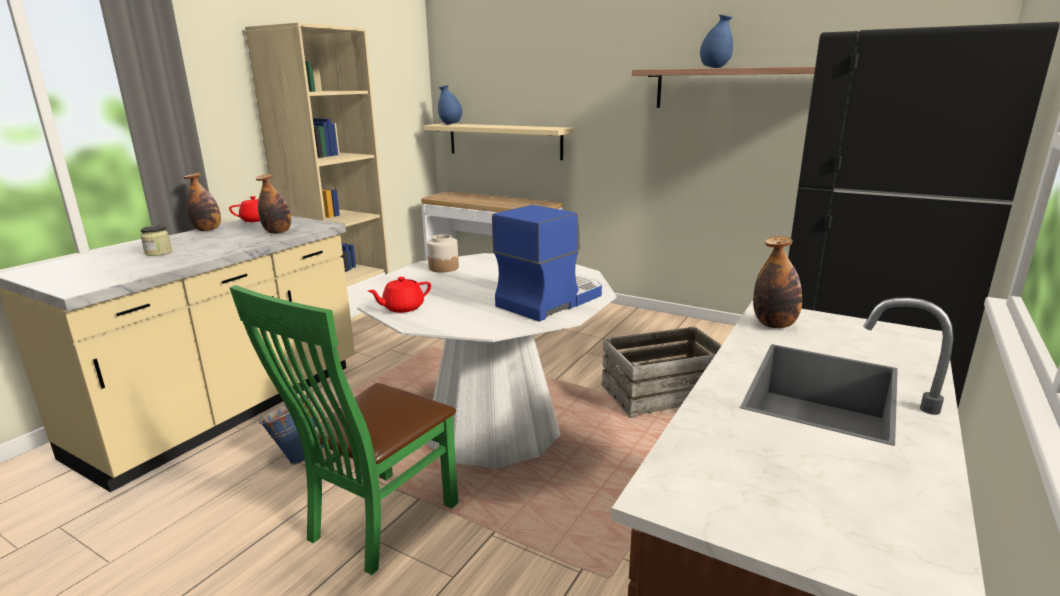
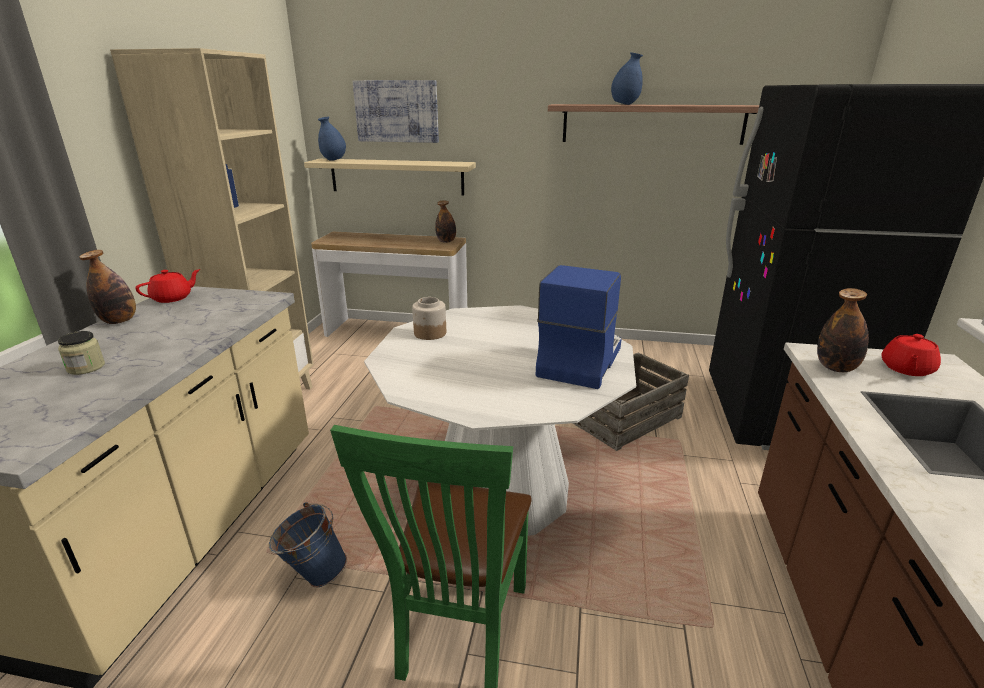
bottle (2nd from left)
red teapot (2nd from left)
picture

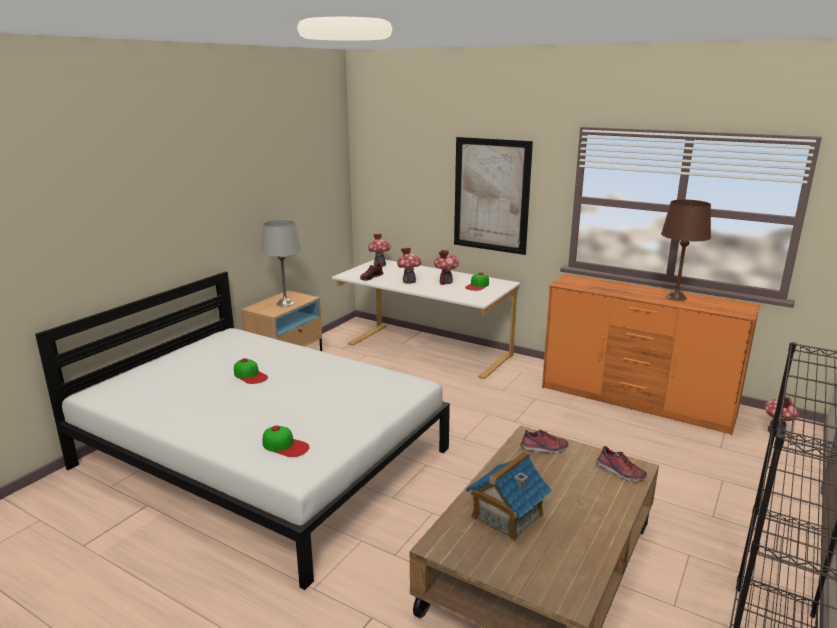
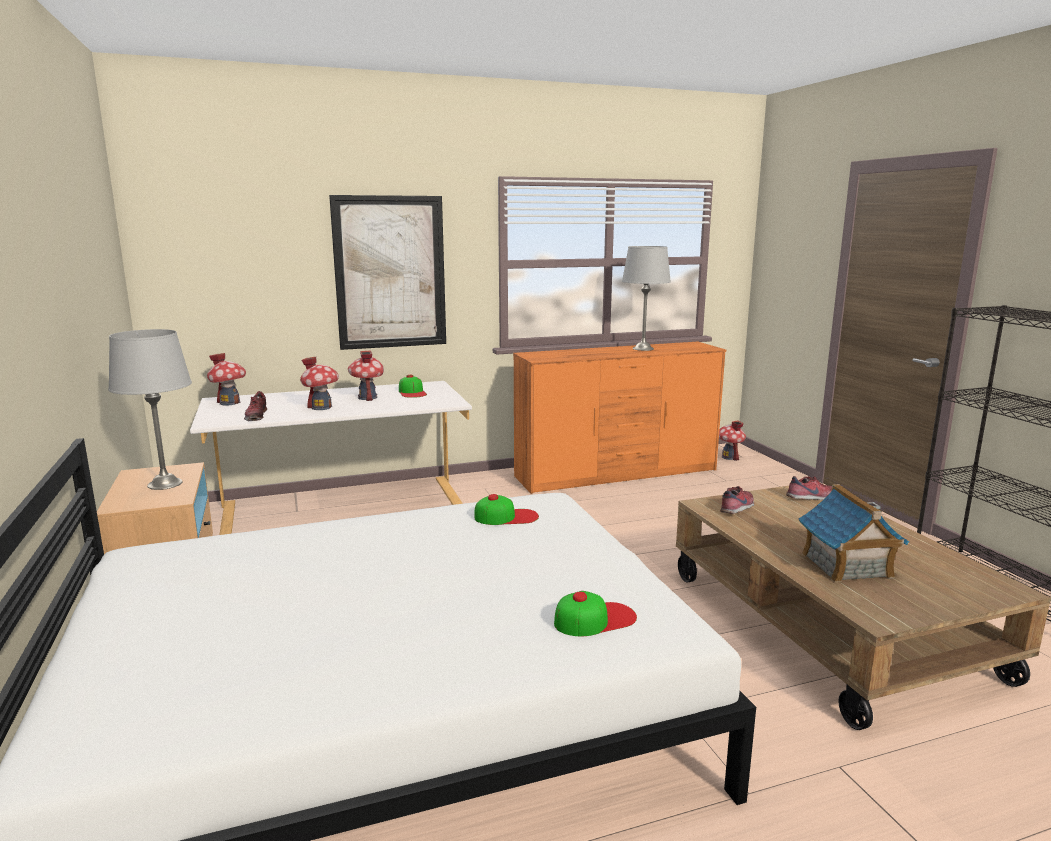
grey table lamp (2nd from left)
cap (2nd from left)

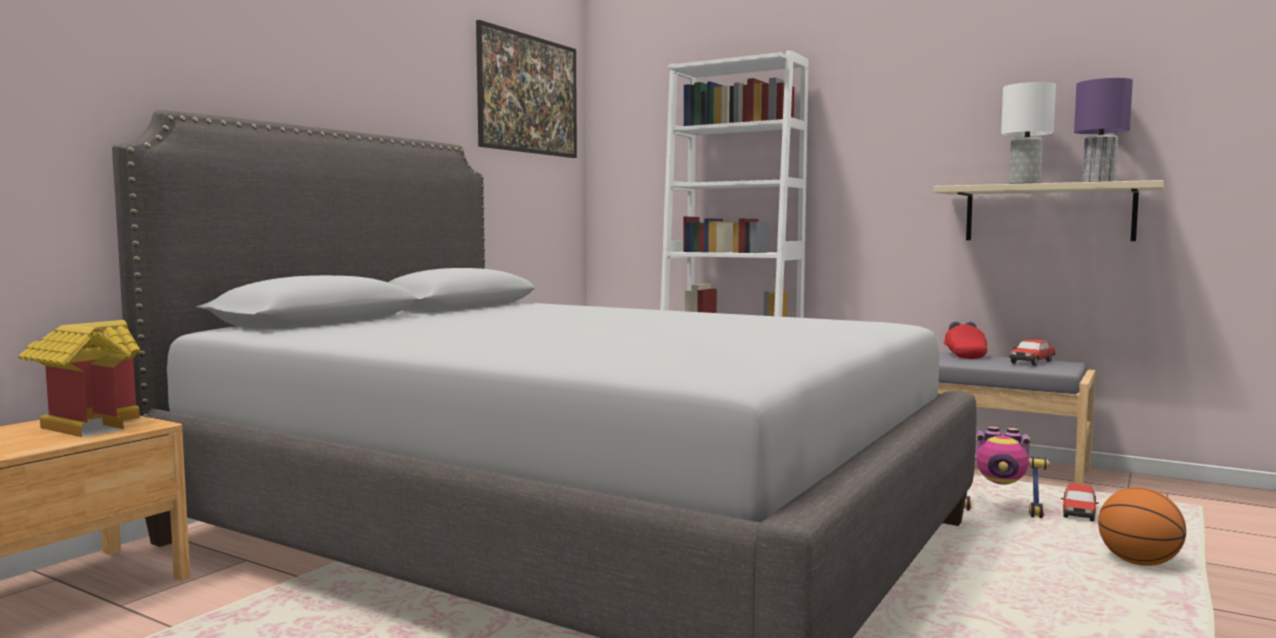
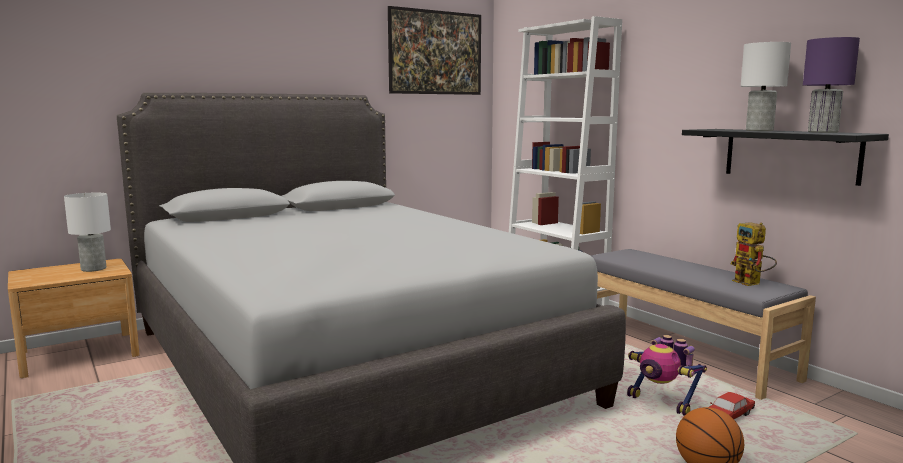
black shelf
white table lamp (1st from left)
red cap
toy robot (2nd from left)

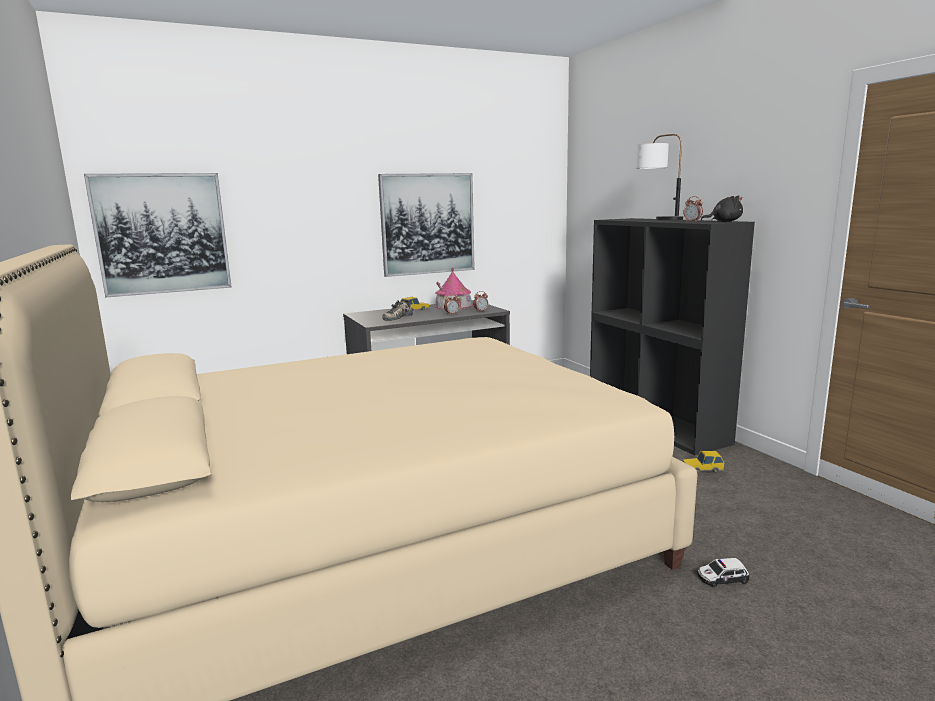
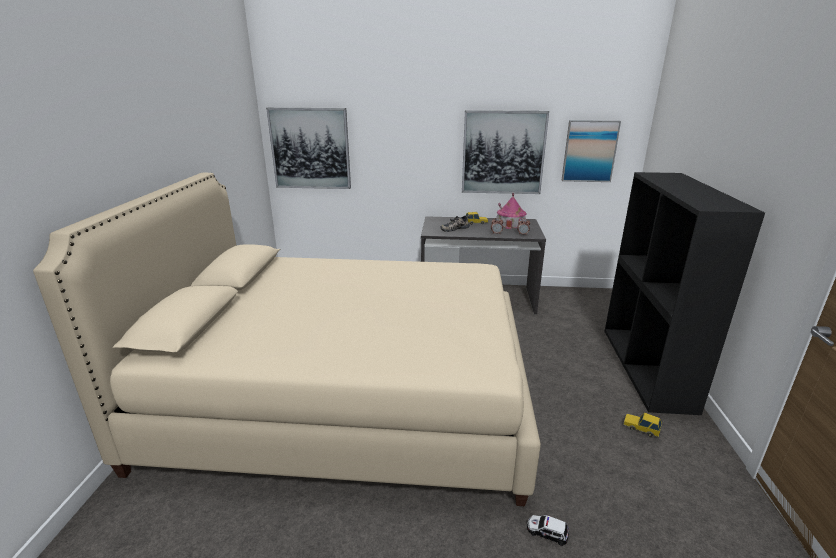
table lamp
black plush toy
alarm clock (3rd from left in the first image)
picture (3rd from left)

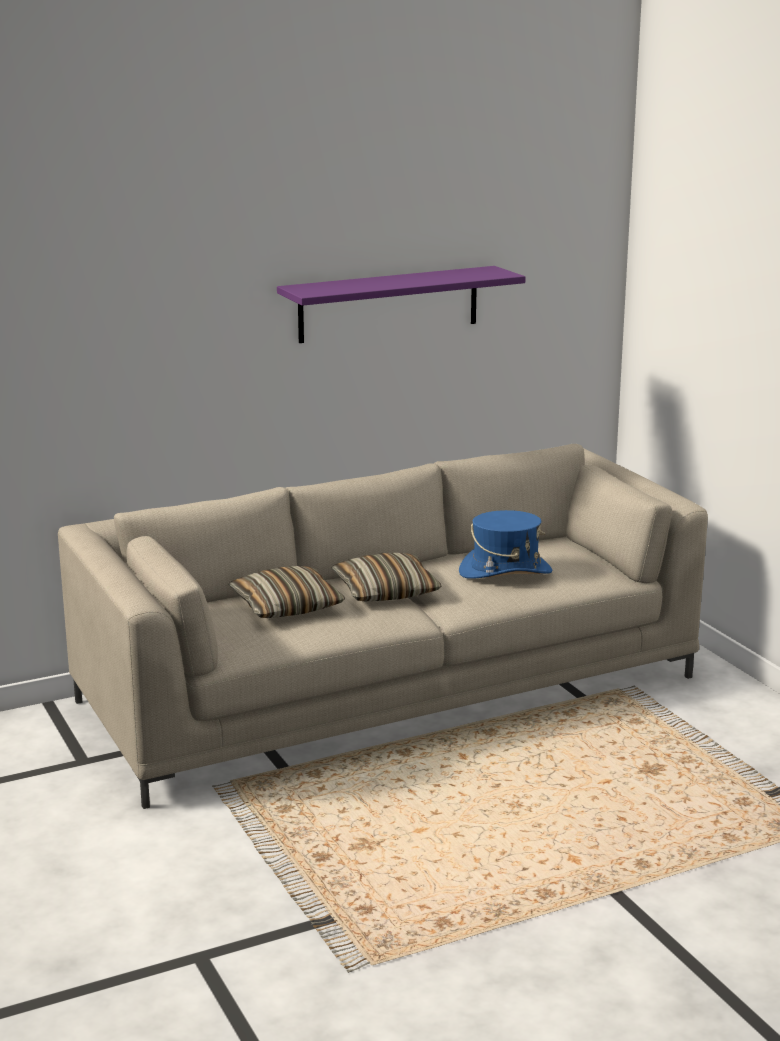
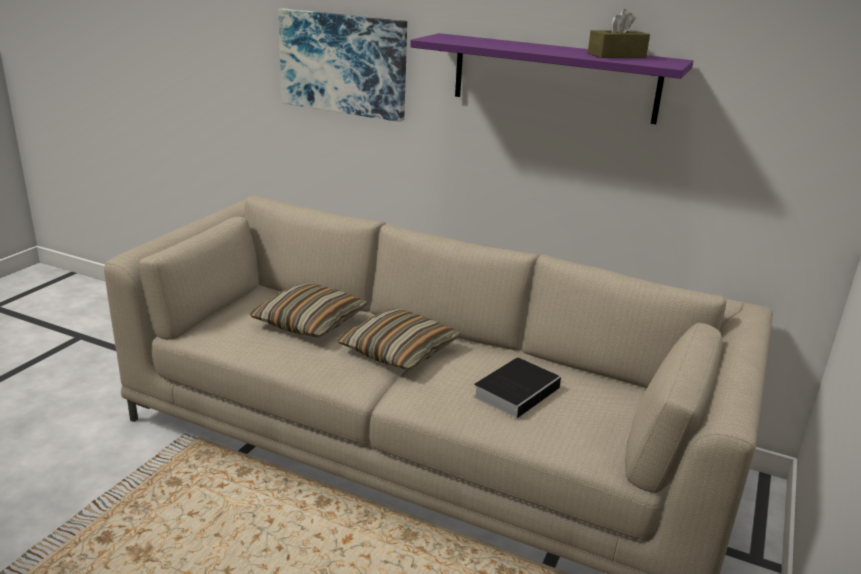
book
picture
brown tissue box

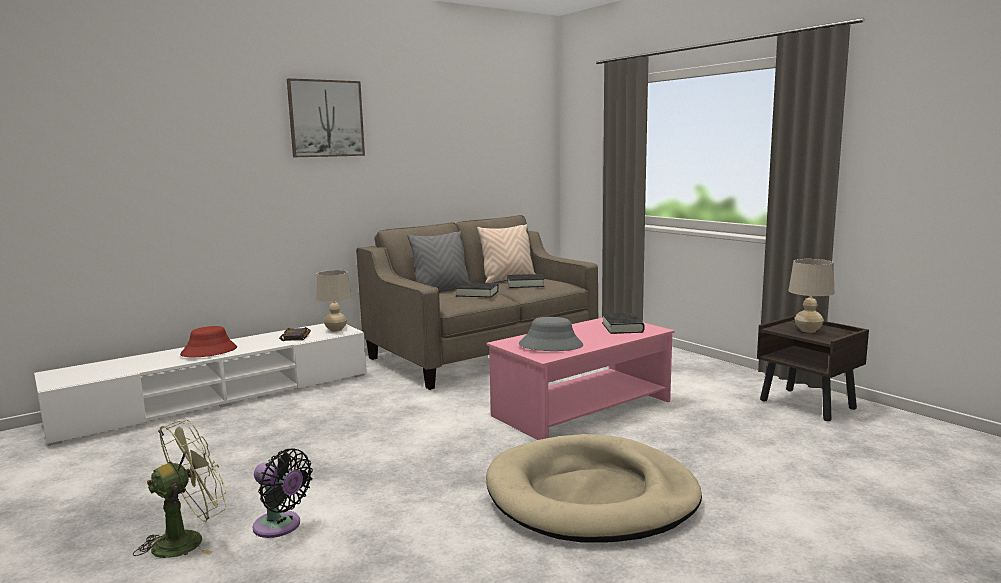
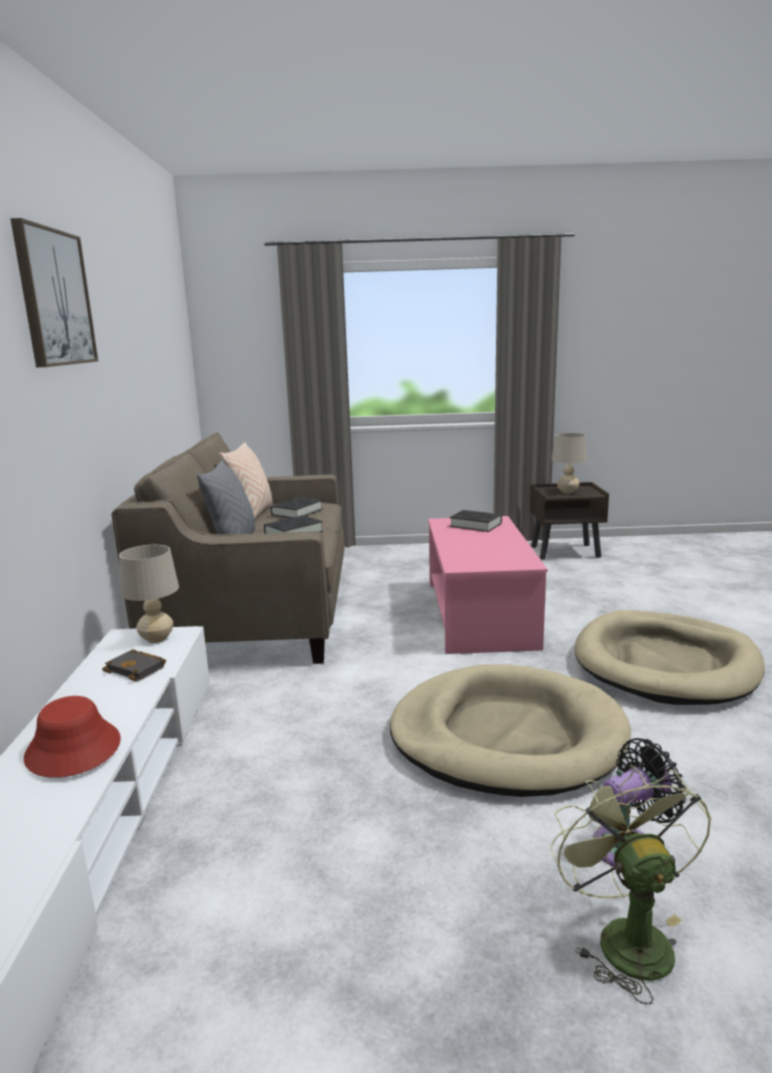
grey hat
beige dog bed (1st from left)

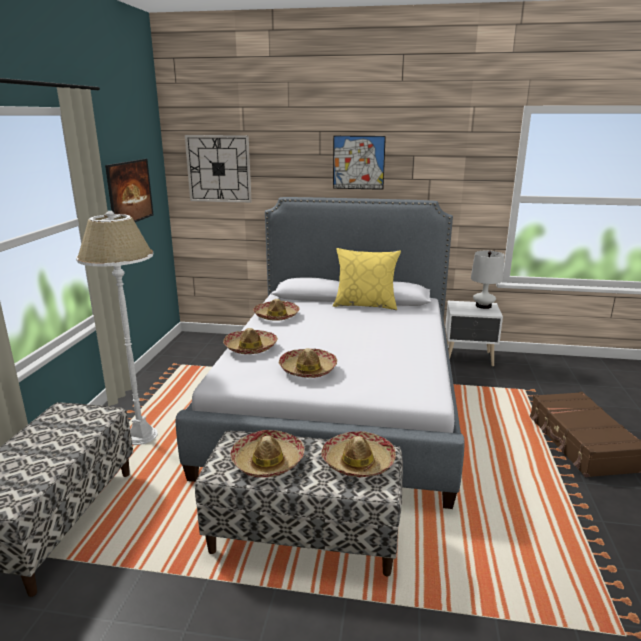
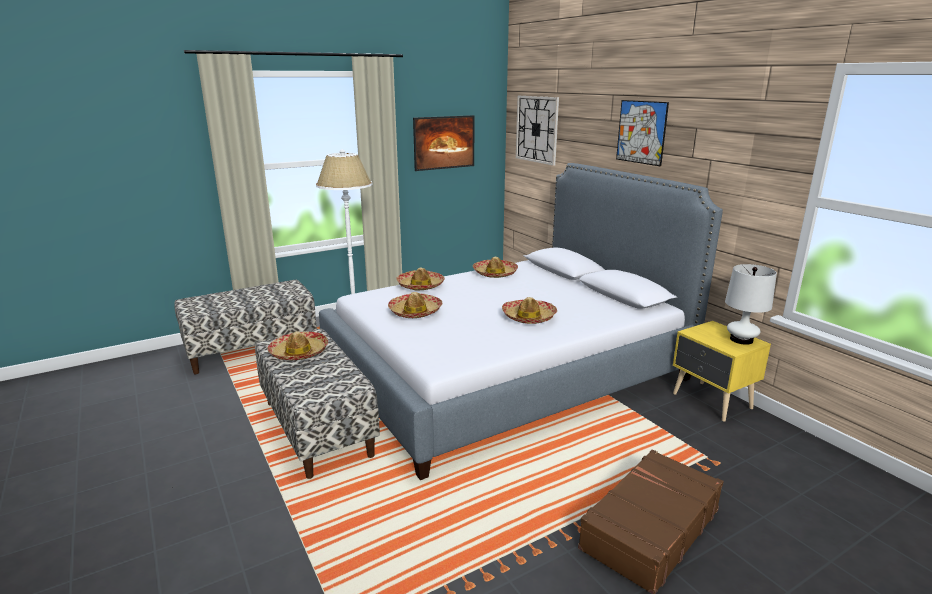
yellow pillow
yellow nightstand
hat (5th from left)

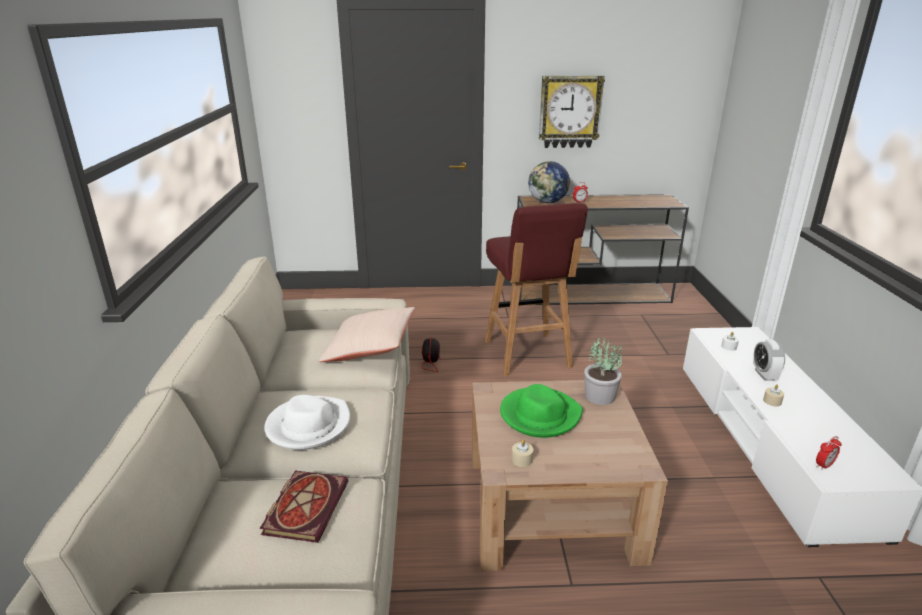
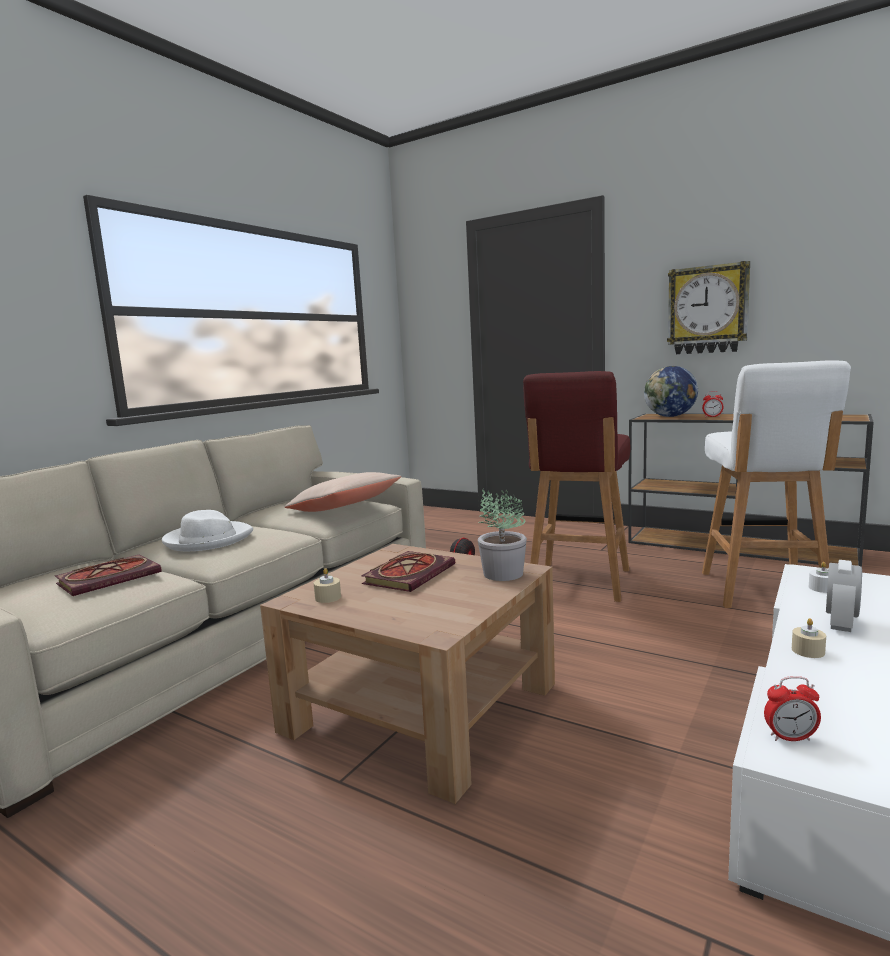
book (2nd from left)
white stool

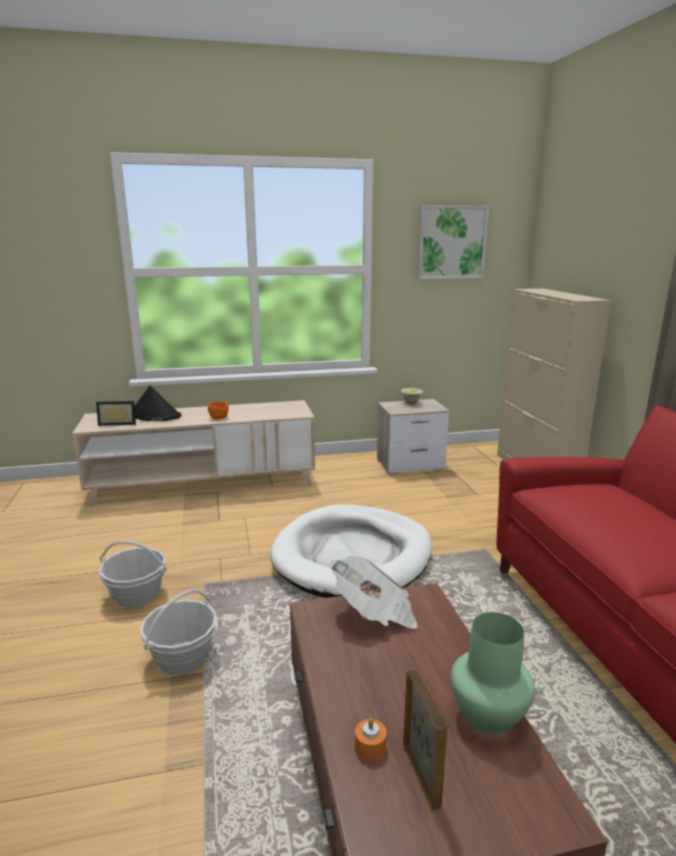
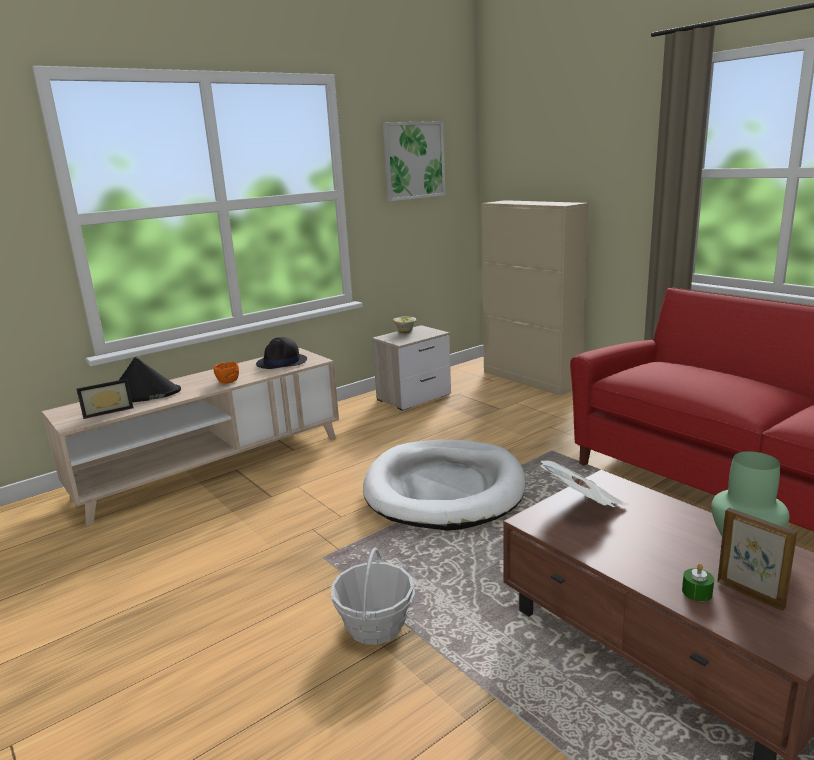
basket (1st from left in the first image)
green candle
black hat (2nd from left)

